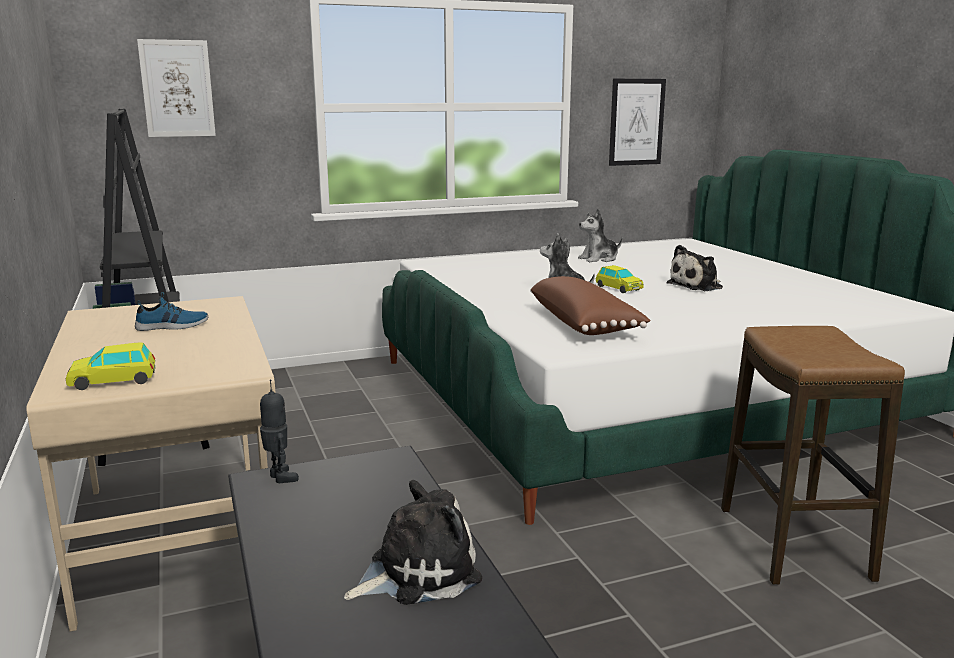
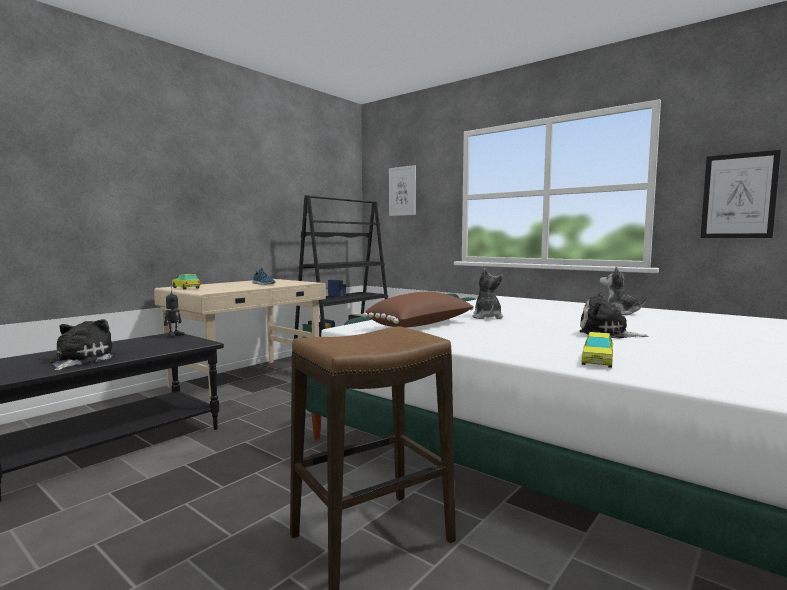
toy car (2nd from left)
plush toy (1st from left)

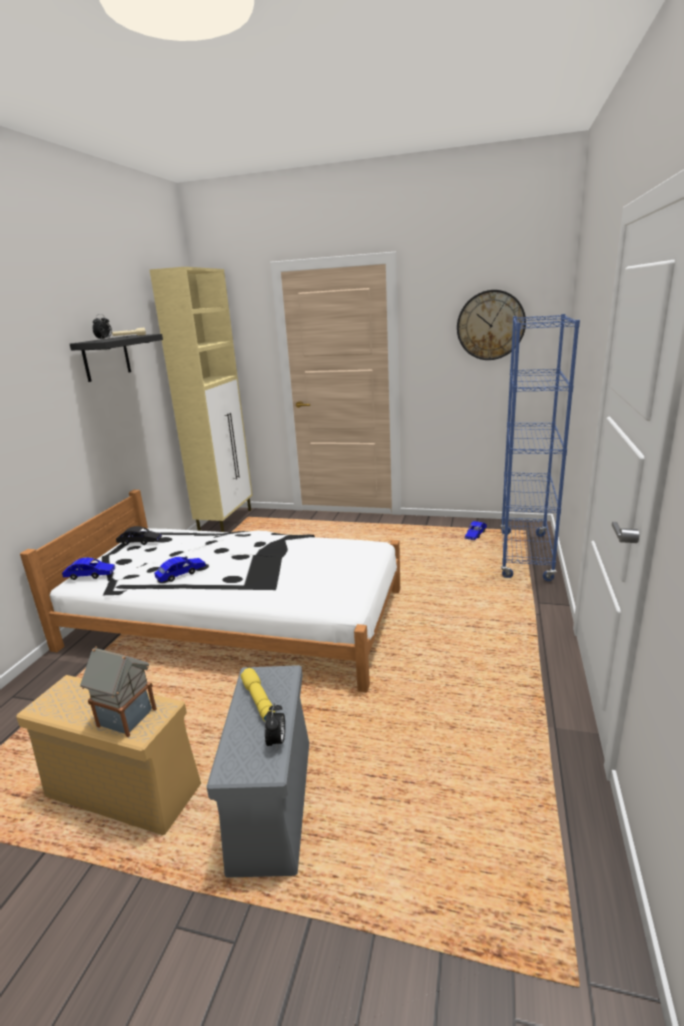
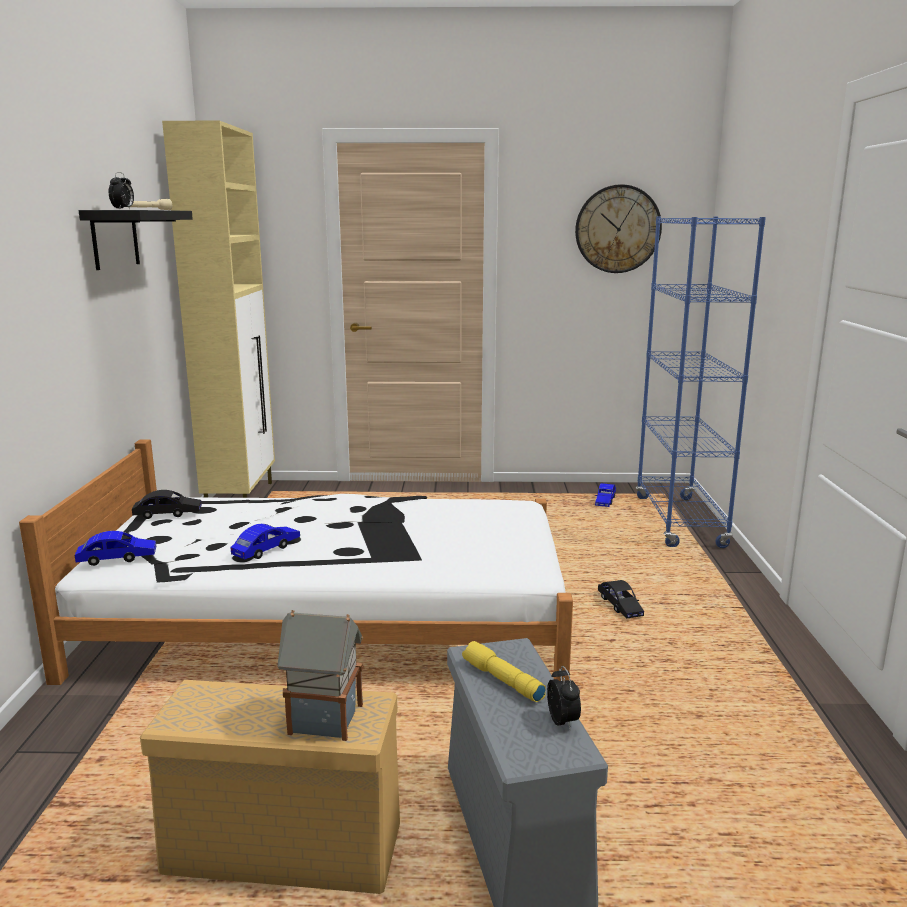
black toy car (2nd from left)

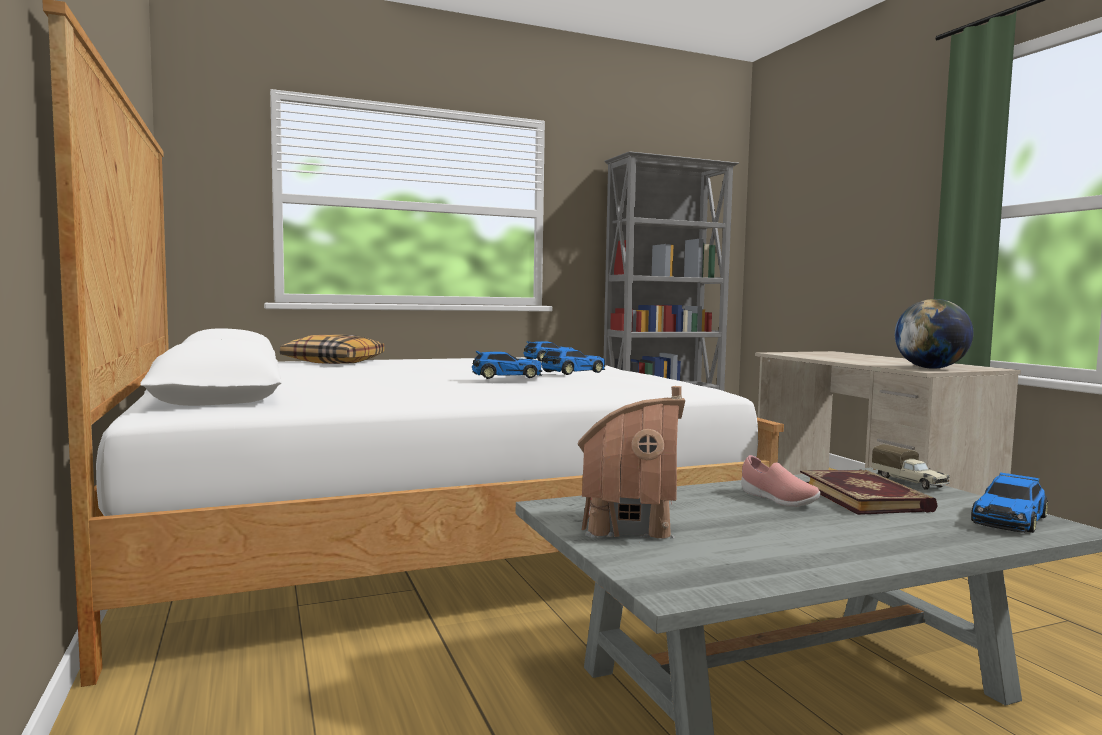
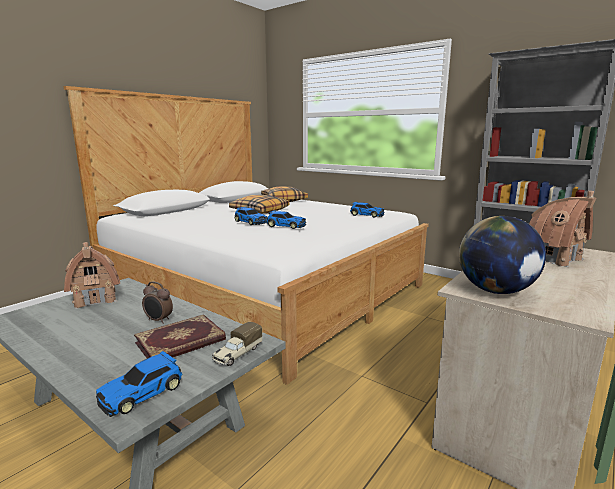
alarm clock
toy car (1st from left)
toy house (2nd from left)
pillow (1st from left)

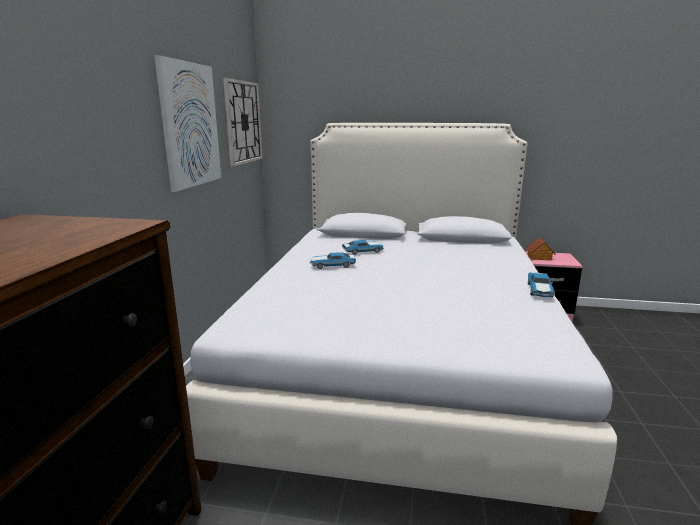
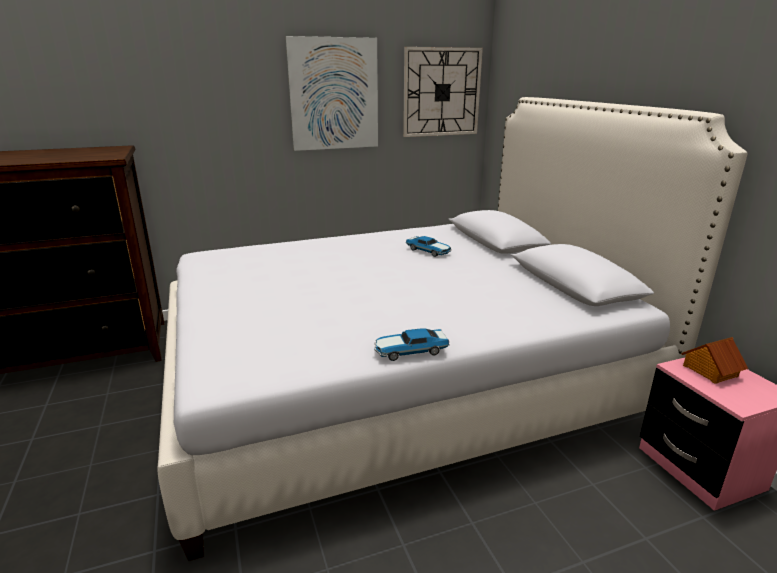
toy car (1st from left in the first image)

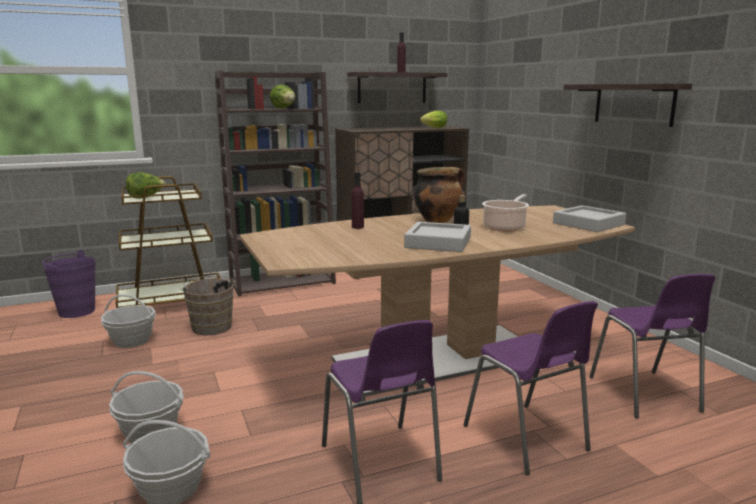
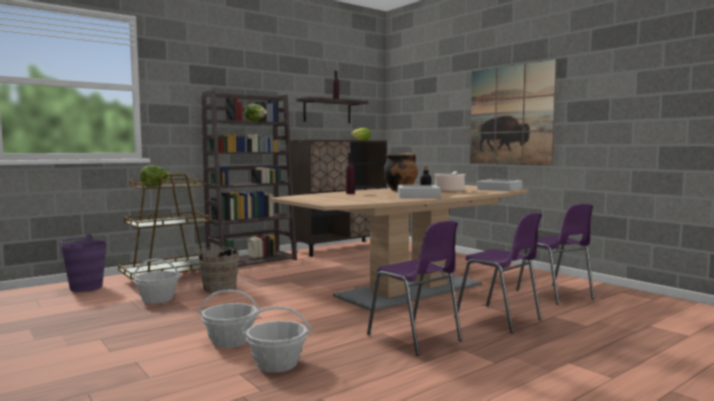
picture

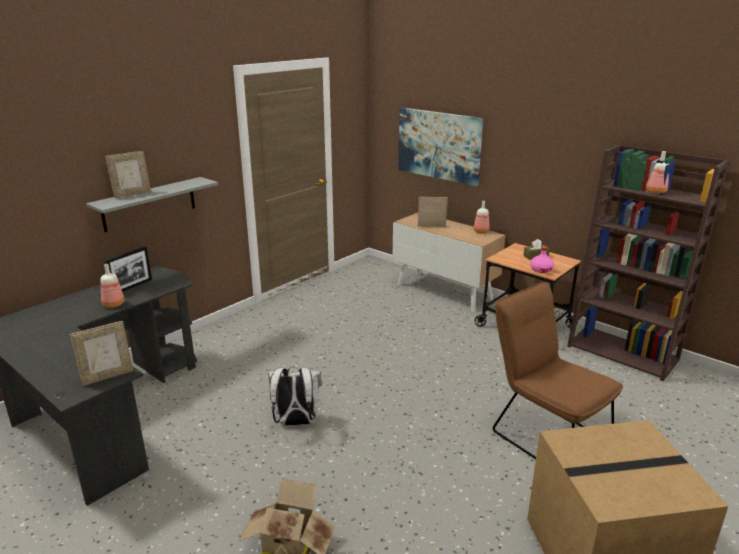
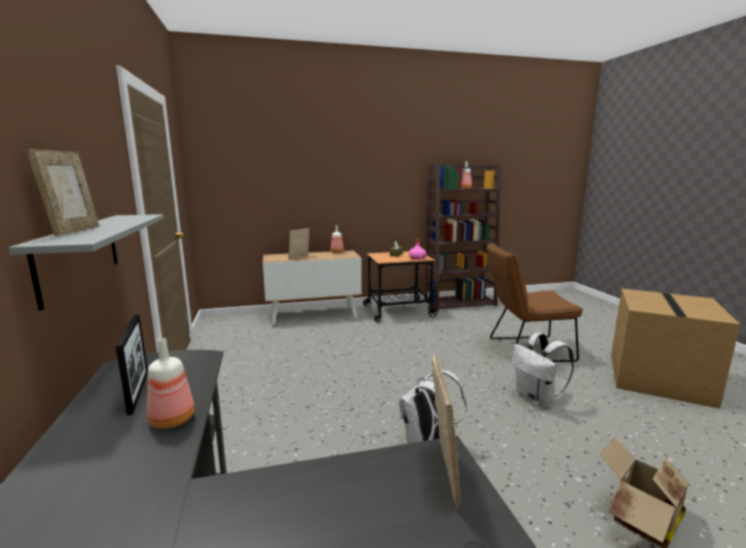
picture
white backpack (2nd from left)

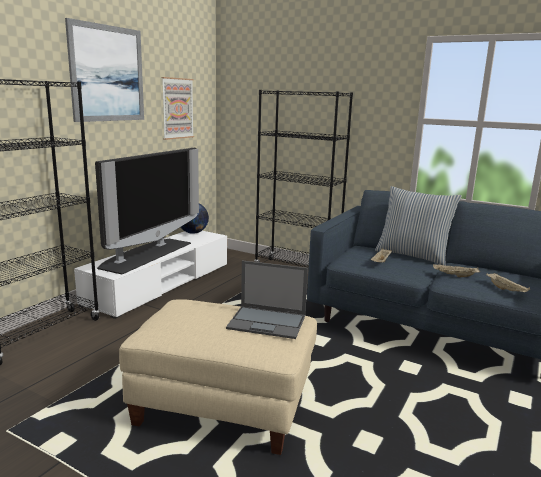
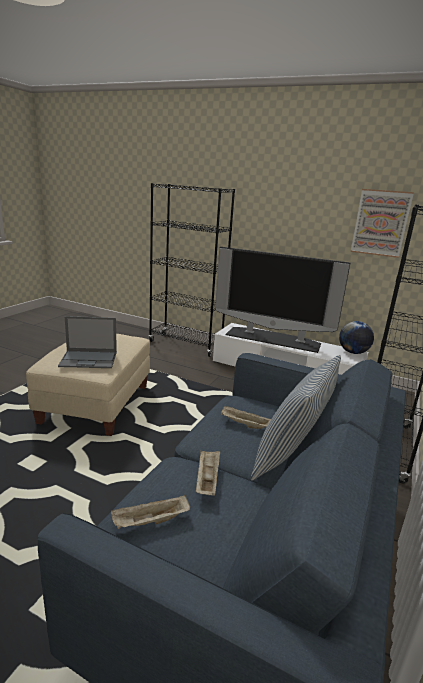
picture (1st from left in the first image)
laptop

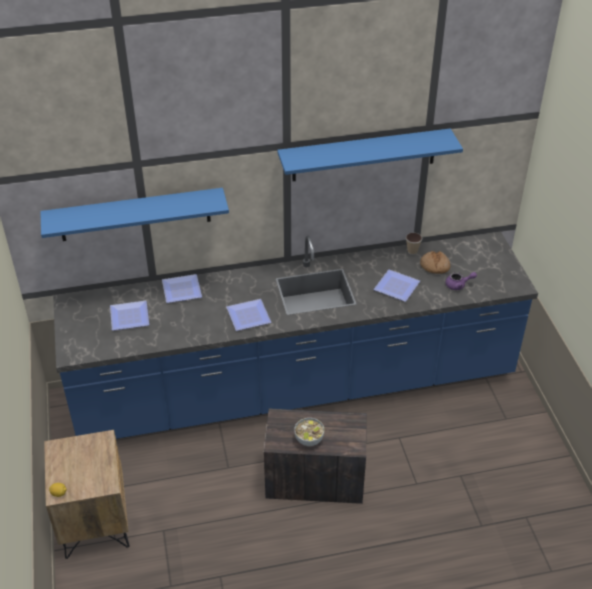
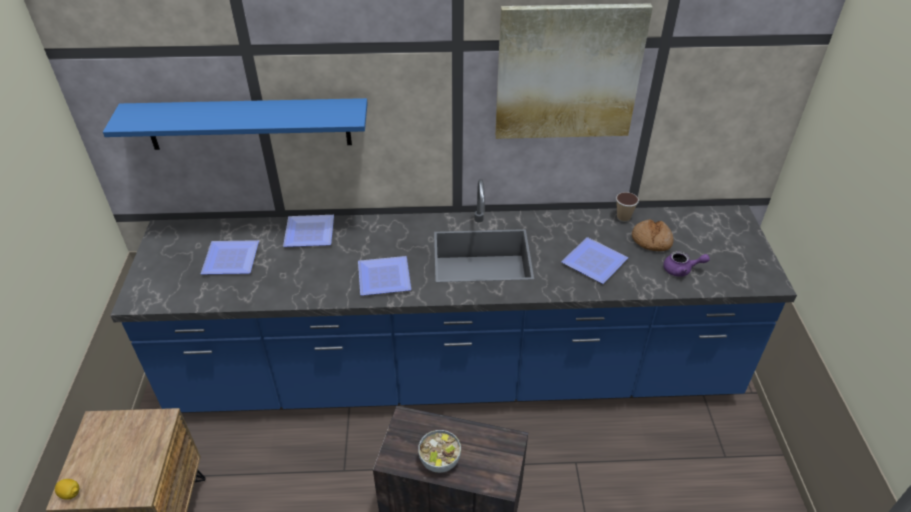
picture

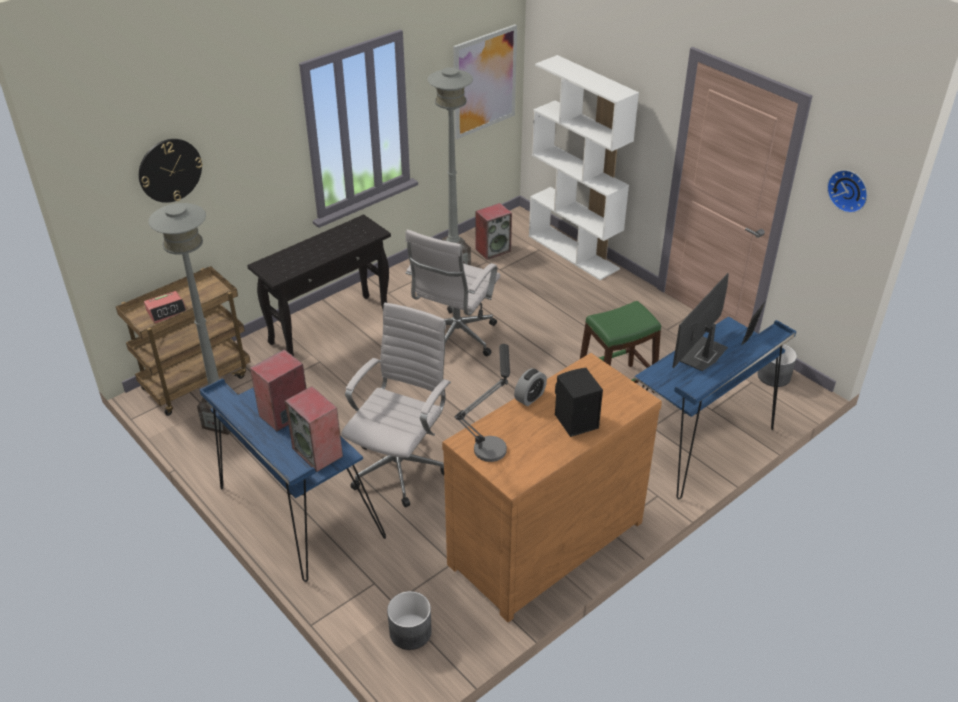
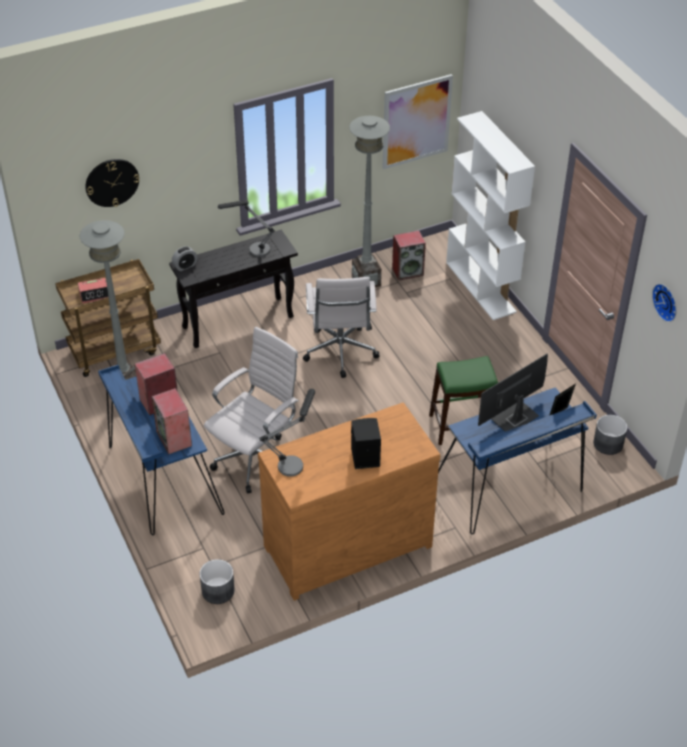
white office chair (2nd from left)
alarm clock (2nd from left)
table lamp (1st from left)

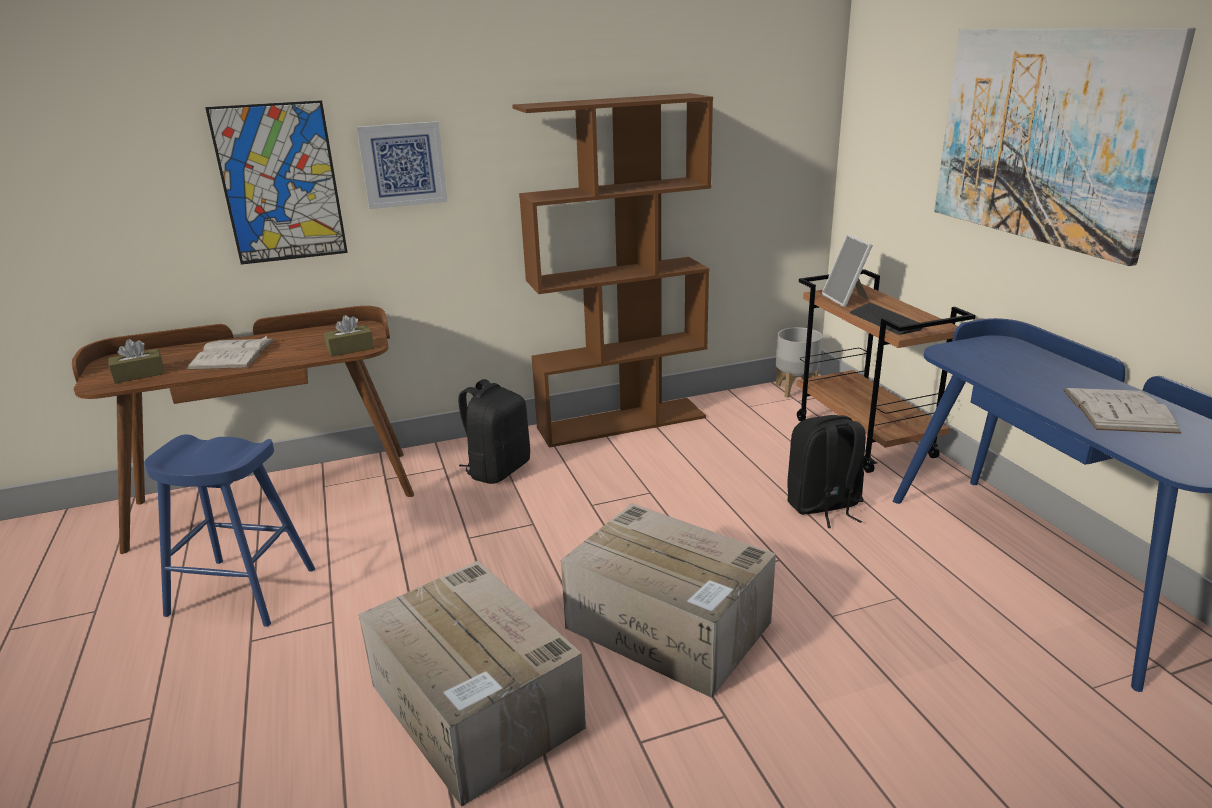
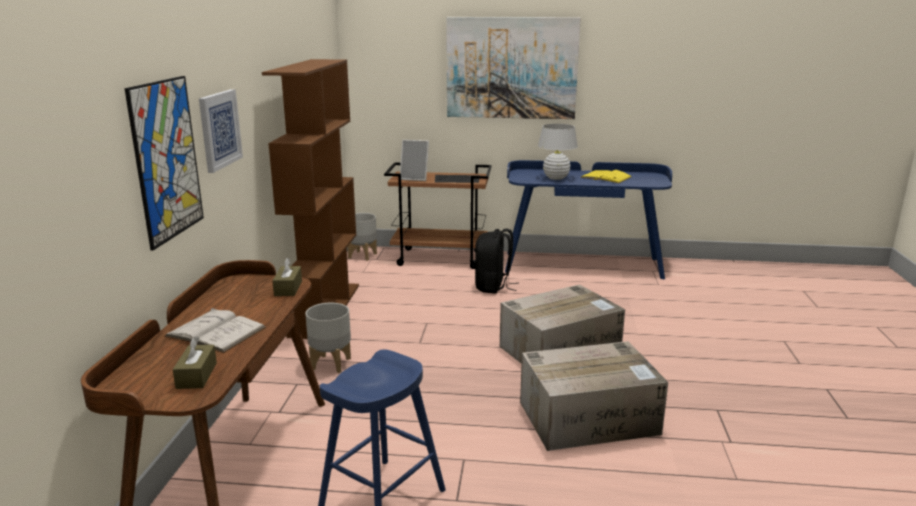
grey planter (1st from left)
yellow book
white table lamp

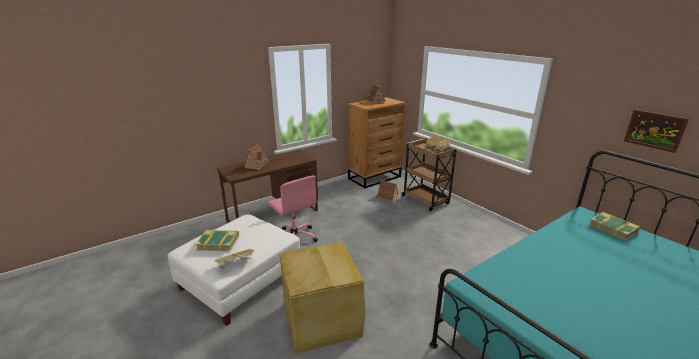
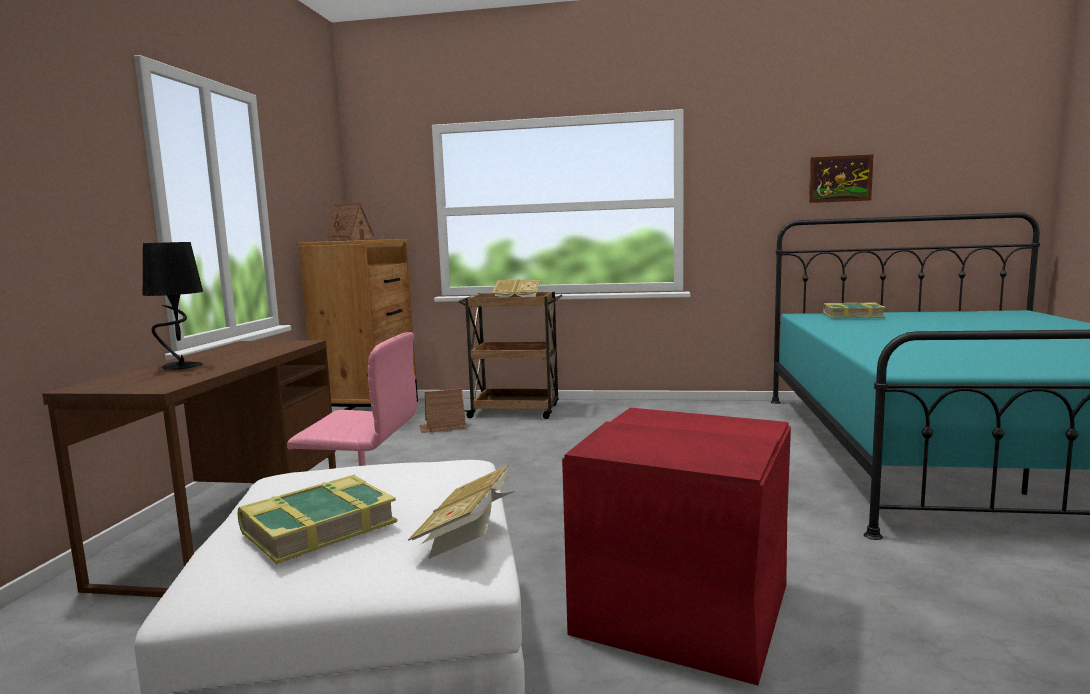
black table lamp
red storage box

